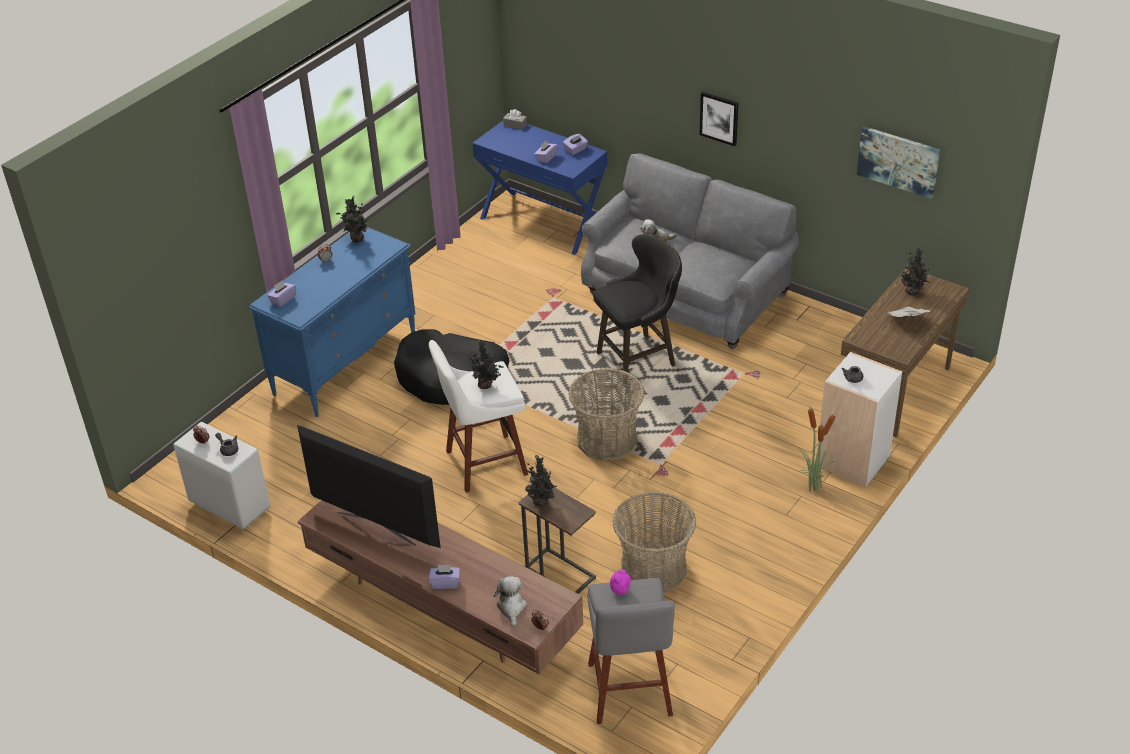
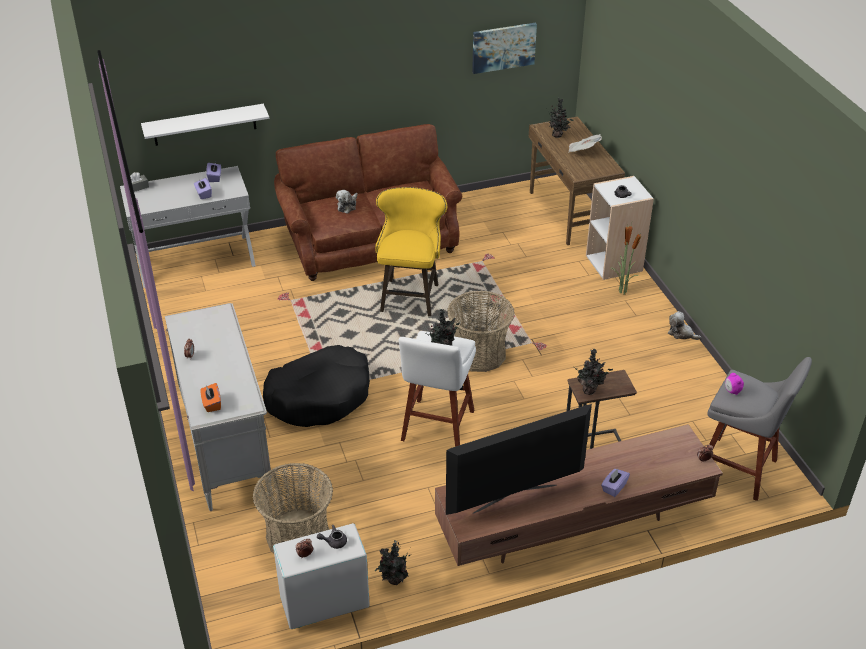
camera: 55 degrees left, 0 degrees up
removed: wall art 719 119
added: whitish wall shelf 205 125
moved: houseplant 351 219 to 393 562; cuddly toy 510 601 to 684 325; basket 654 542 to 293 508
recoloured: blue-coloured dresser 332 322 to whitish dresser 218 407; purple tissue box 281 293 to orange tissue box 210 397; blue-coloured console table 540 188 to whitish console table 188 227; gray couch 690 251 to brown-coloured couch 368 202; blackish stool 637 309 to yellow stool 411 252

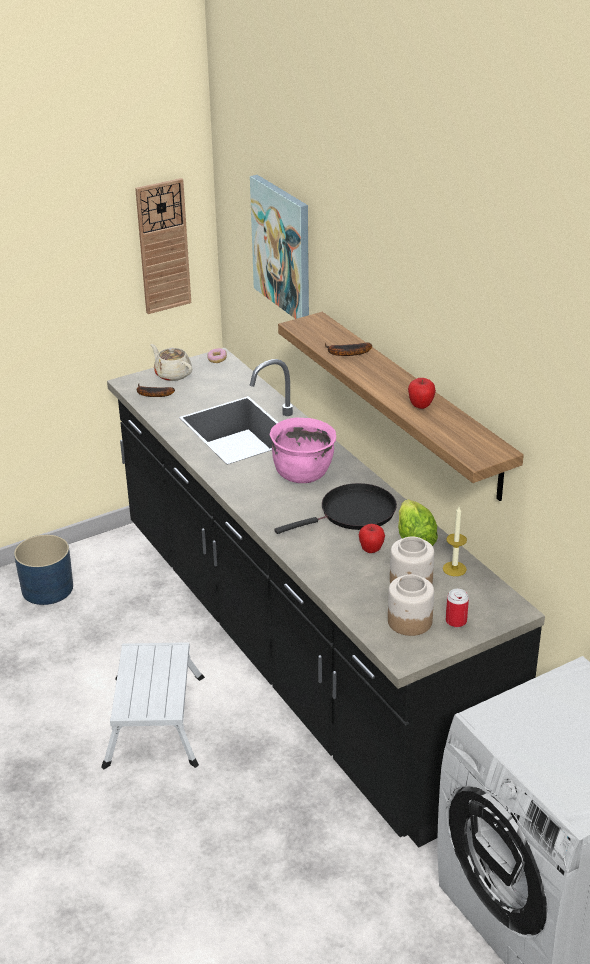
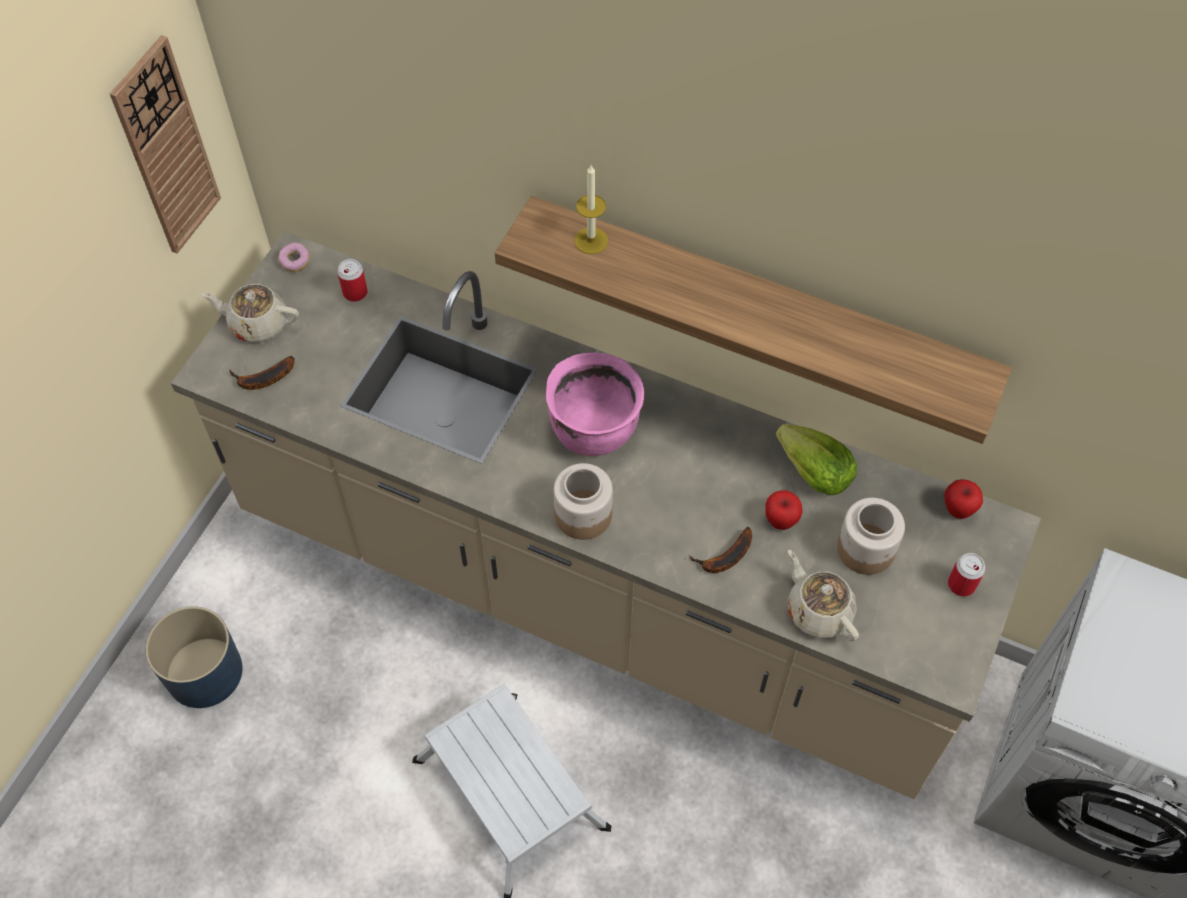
camera: 35 degrees left, 25 degrees up
removed: wall art 279 247; blackish pan 335 508
added: metal can 352 280; beige pot for tea 823 595
moved: banana fruit 348 349 to 720 550; jar 411 605 to 583 501; whole apple 422 393 to 963 499; candle 455 541 to 591 209
recoloured: blackish counter 326 597 to beige counter 606 515

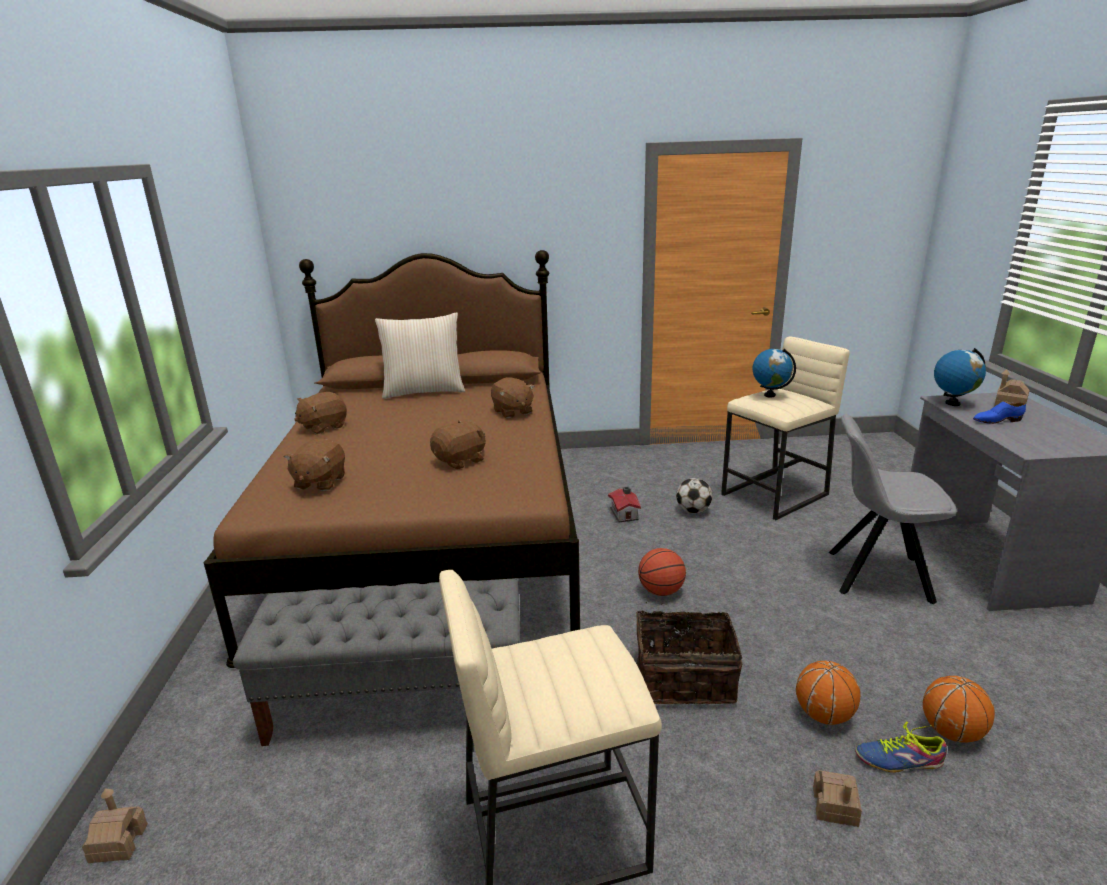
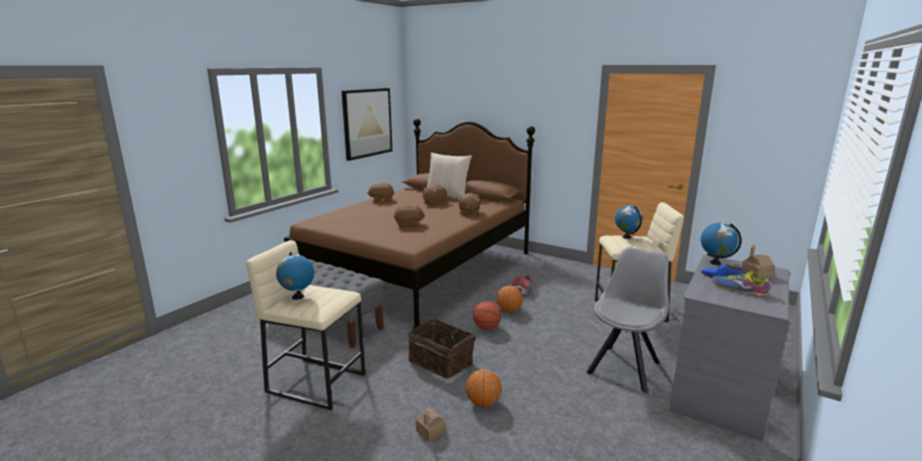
camera: 35 degrees right, 5 degrees down
removed: model house 115 825; football ball 694 495
added: desk globe 295 276; wall art 367 124
moved: brown-coloured cuddly toy 314 464 to 434 195; shoe 901 747 to 741 283; basketball ball 958 709 to 510 298
turned: gray upright chair 893 509 = 628 320 75 degrees clockwise

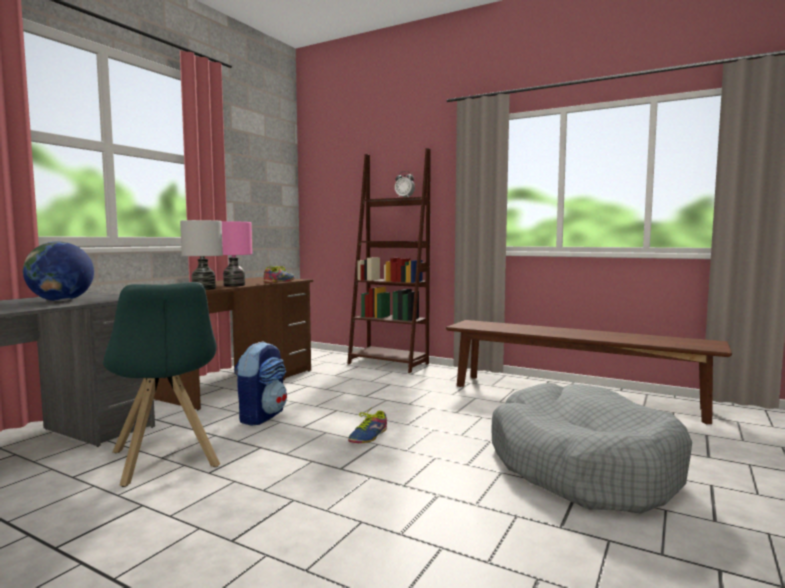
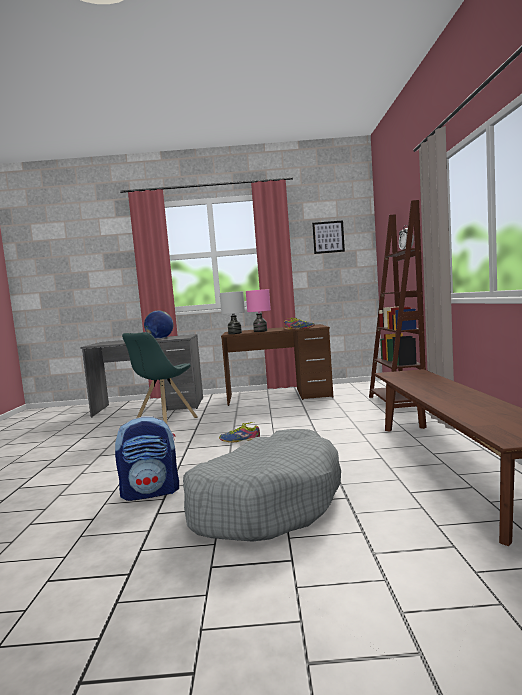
camera: 60 degrees right, 0 degrees up
added: wall art 328 237
moved: knapsack 260 383 to 147 458

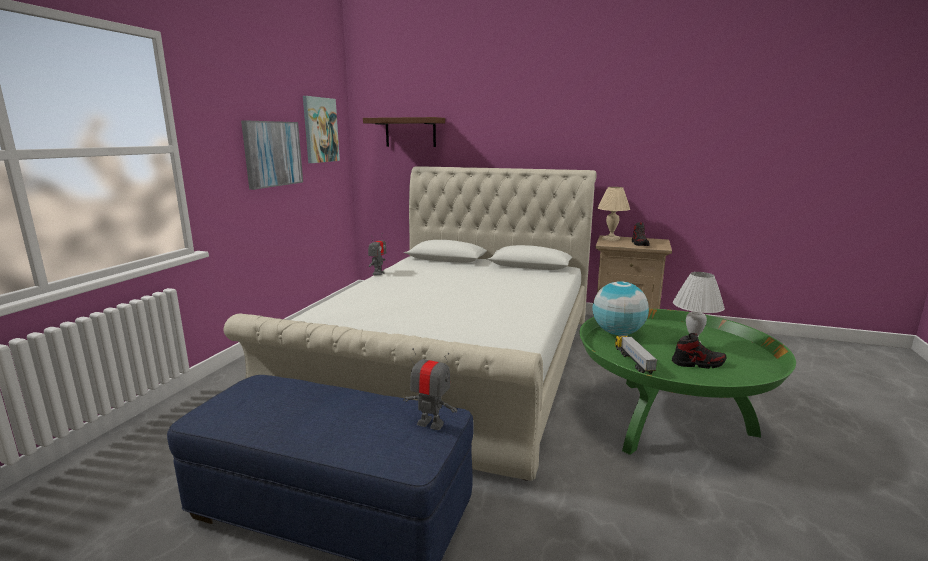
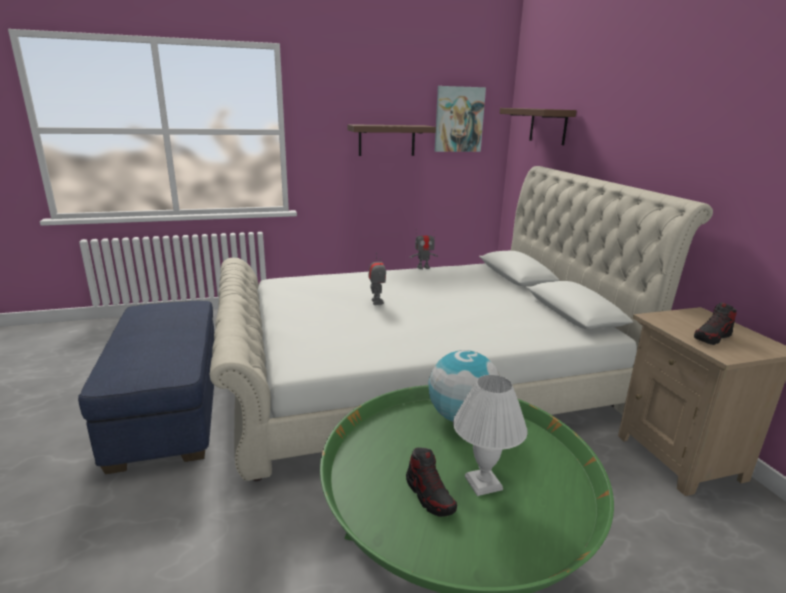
camera: 55 degrees right, 5 degrees up
removed: beige table lamp 614 214; toy lorry 636 354
moved: robot figure 430 389 to 377 278
replaced: wall art 272 155 to brown-coloured wall shelf 392 140

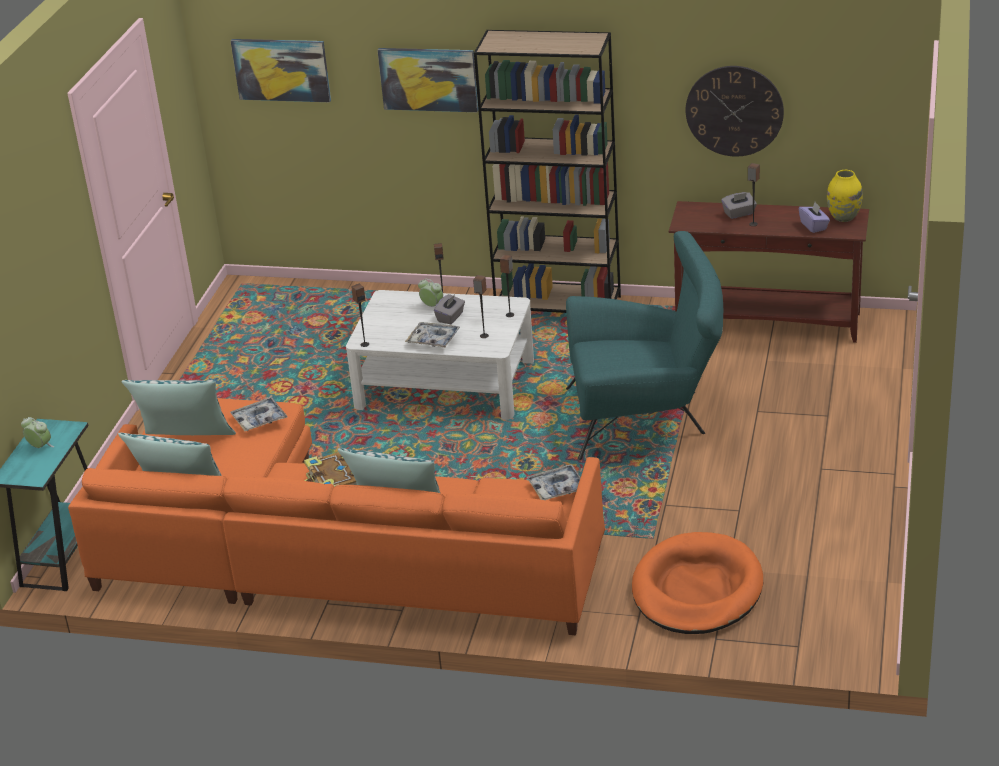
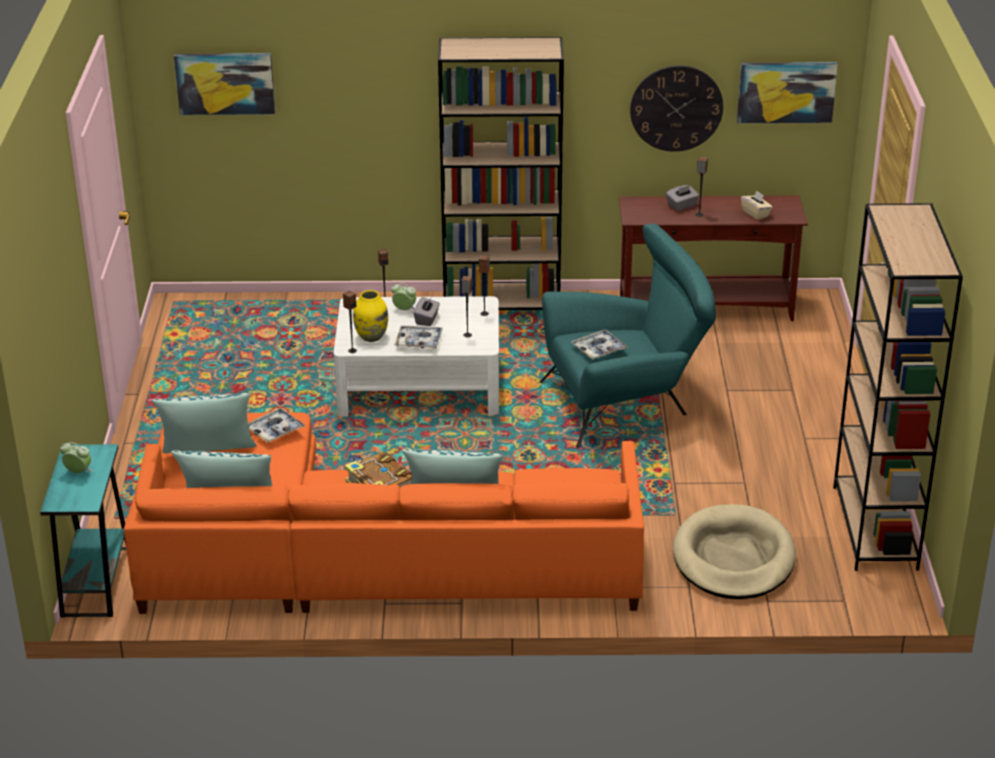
camera: 15 degrees left, 0 degrees up
added: beige bookcase 898 387
moved: wall art 428 80 to 787 92; tray 554 482 to 599 344; yellow vase 845 196 to 370 316
recoloured: orange dog bed 697 583 to beige dog bed 734 551; purple tissue box 814 217 to beige tissue box 757 205

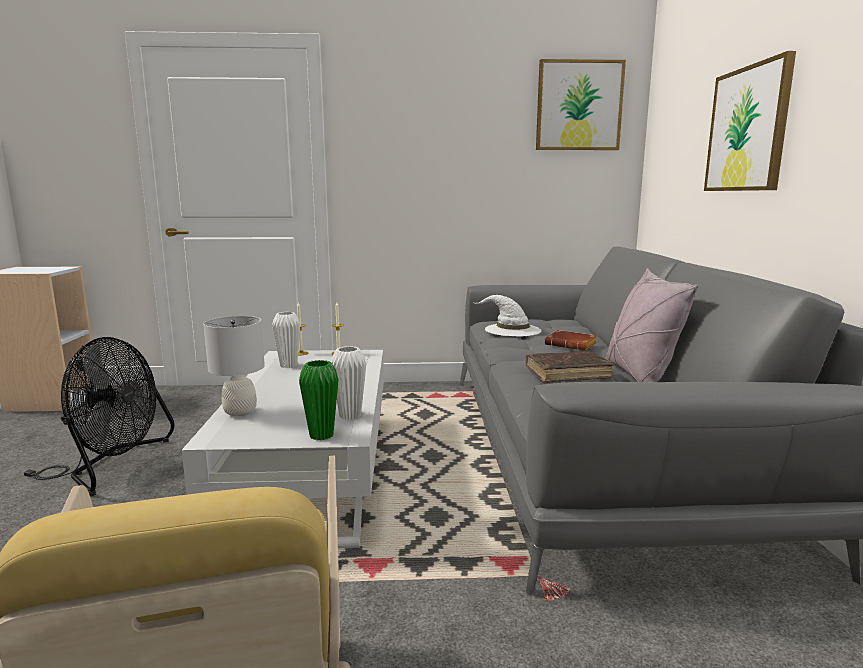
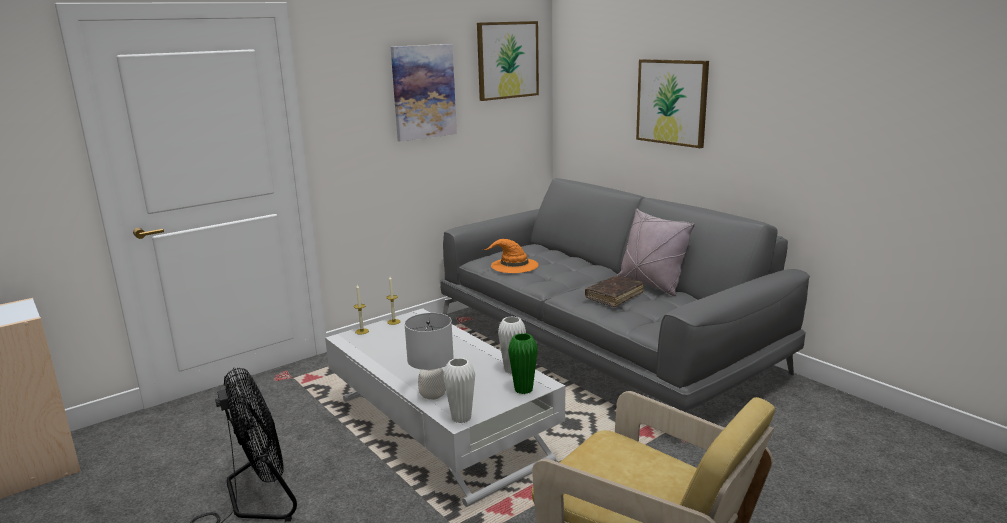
camera: 35 degrees left, 5 degrees up
removed: brown-coloured volume 571 340
added: wall art 424 93
moved: whitish vase 286 340 to 459 390
recoloured: whitish wearable hat 507 315 to orange wearable hat 510 256

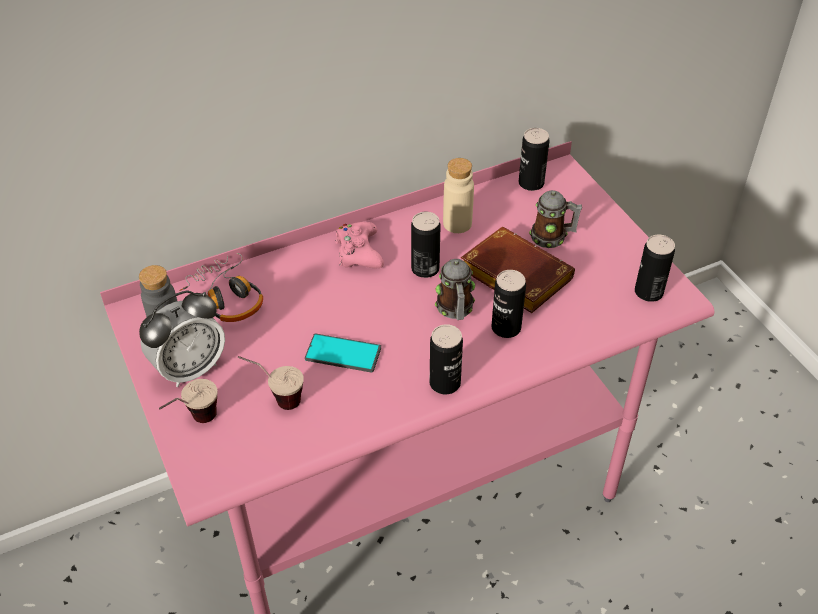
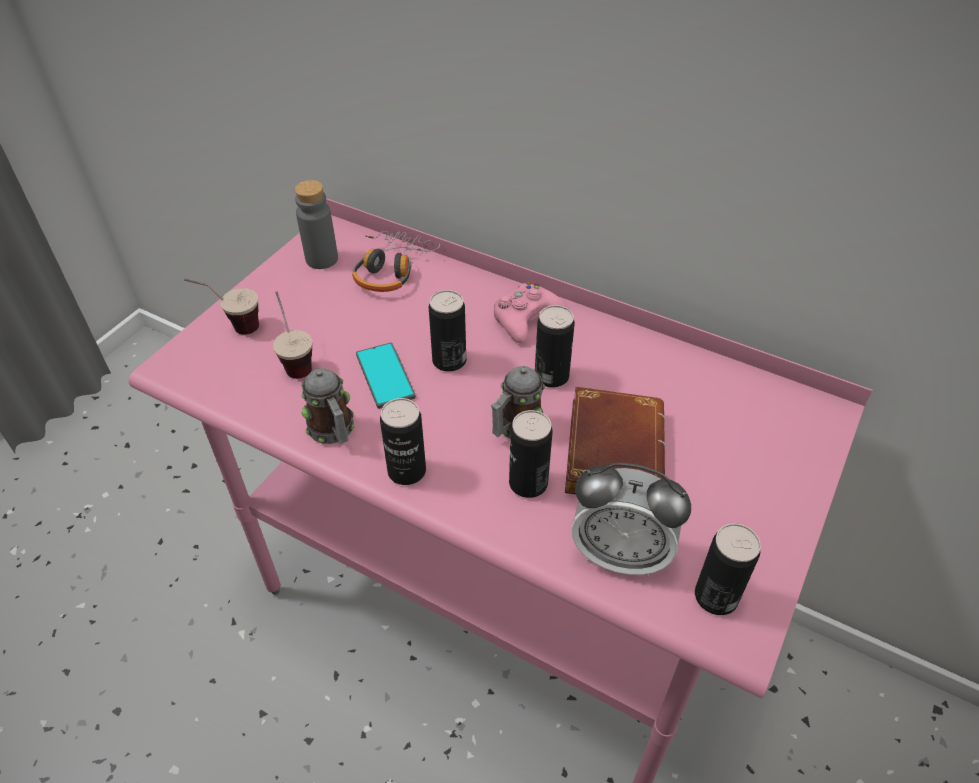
camera: 55 degrees right, 0 degrees up
removed: beige drink bottle 458 195
moved: alarm clock 182 338 to 631 519; metal can 534 159 to 447 331; tea mug 555 219 to 328 406

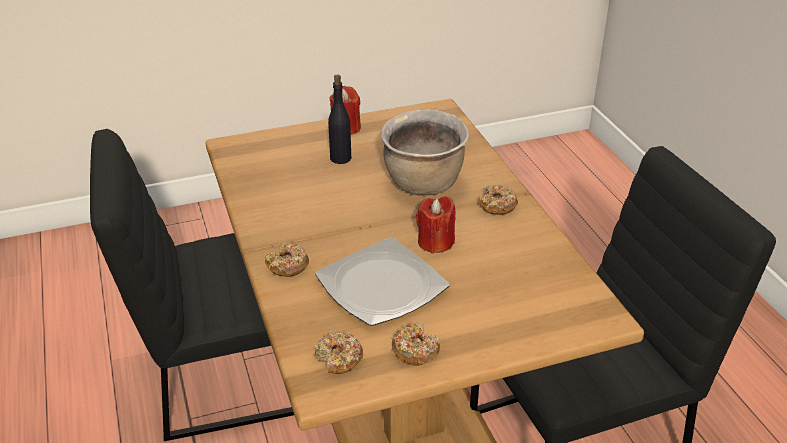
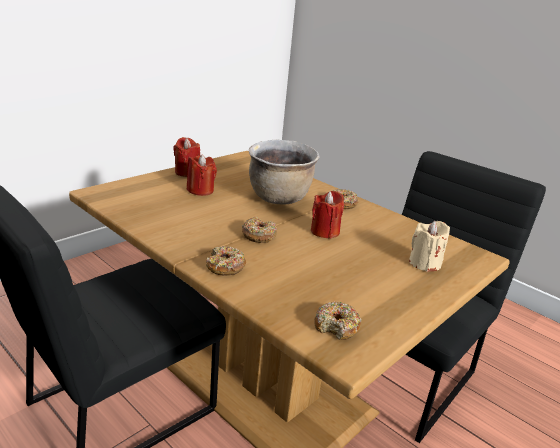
camera: 30 degrees left, 10 degrees down
removed: flat dish 382 282
added: beige candle 429 246
moved: doughnut 416 344 to 259 230
replaced: blackish drink bottle 339 119 to reddish candle 202 175

